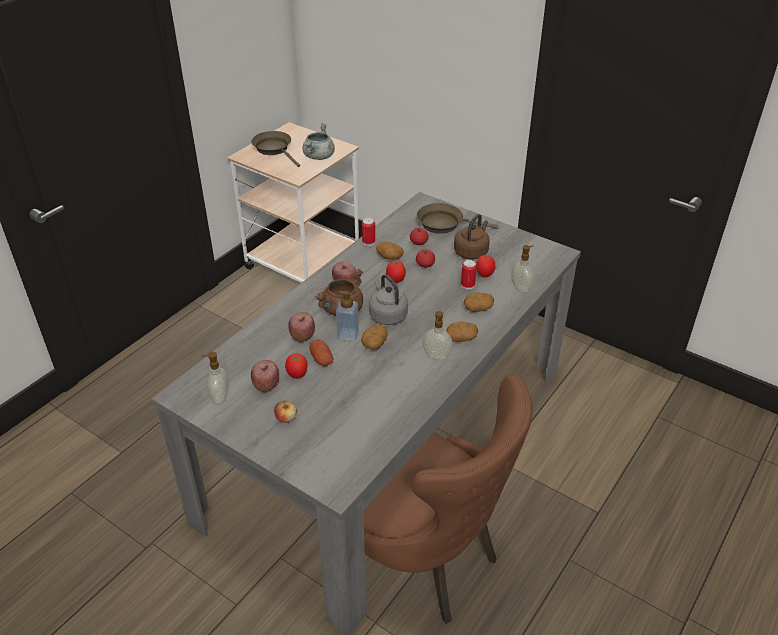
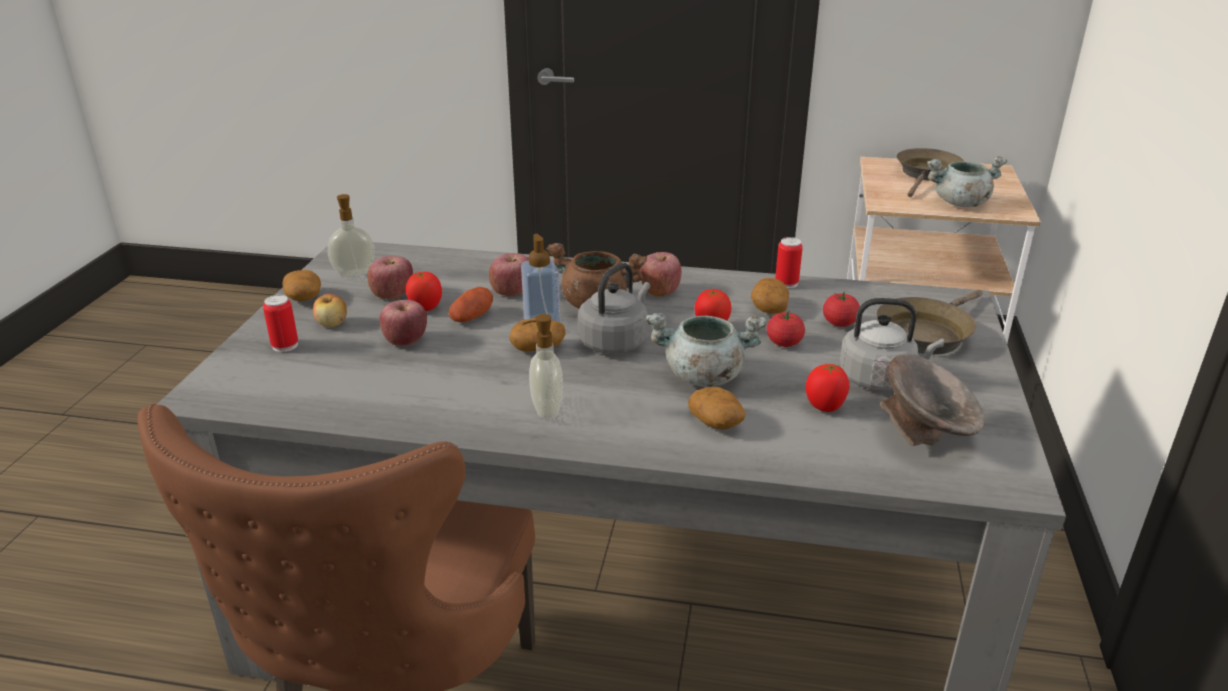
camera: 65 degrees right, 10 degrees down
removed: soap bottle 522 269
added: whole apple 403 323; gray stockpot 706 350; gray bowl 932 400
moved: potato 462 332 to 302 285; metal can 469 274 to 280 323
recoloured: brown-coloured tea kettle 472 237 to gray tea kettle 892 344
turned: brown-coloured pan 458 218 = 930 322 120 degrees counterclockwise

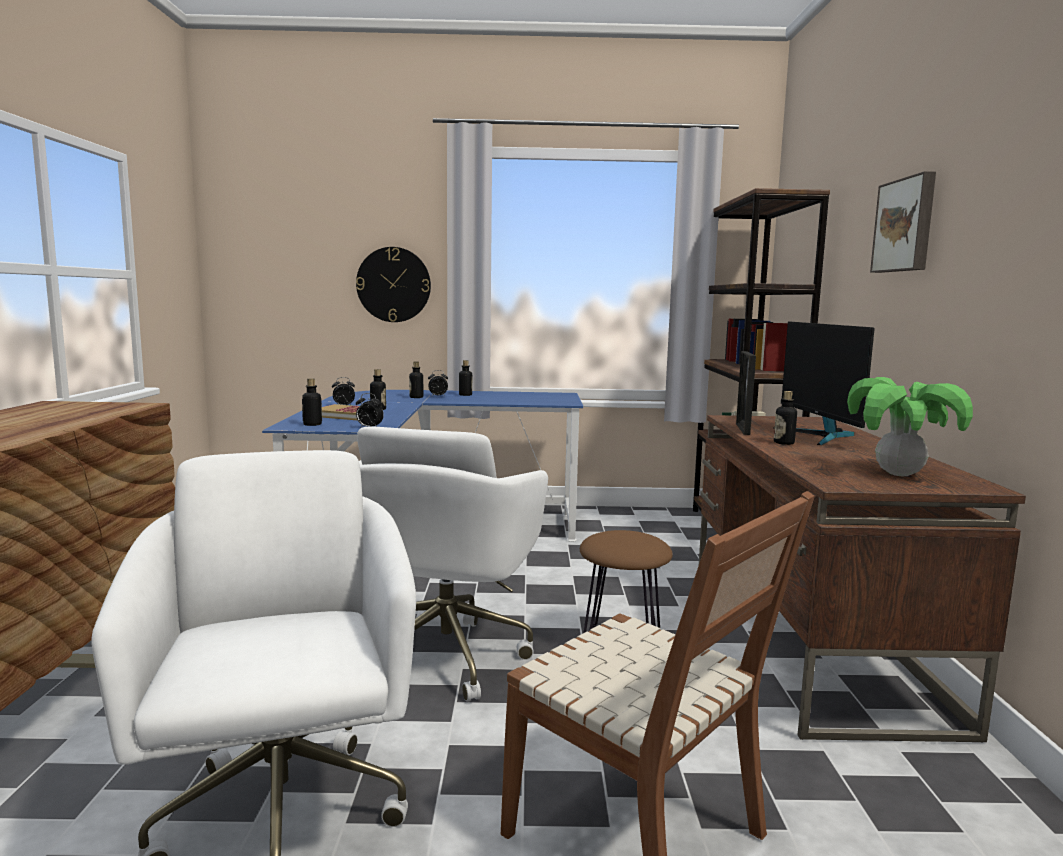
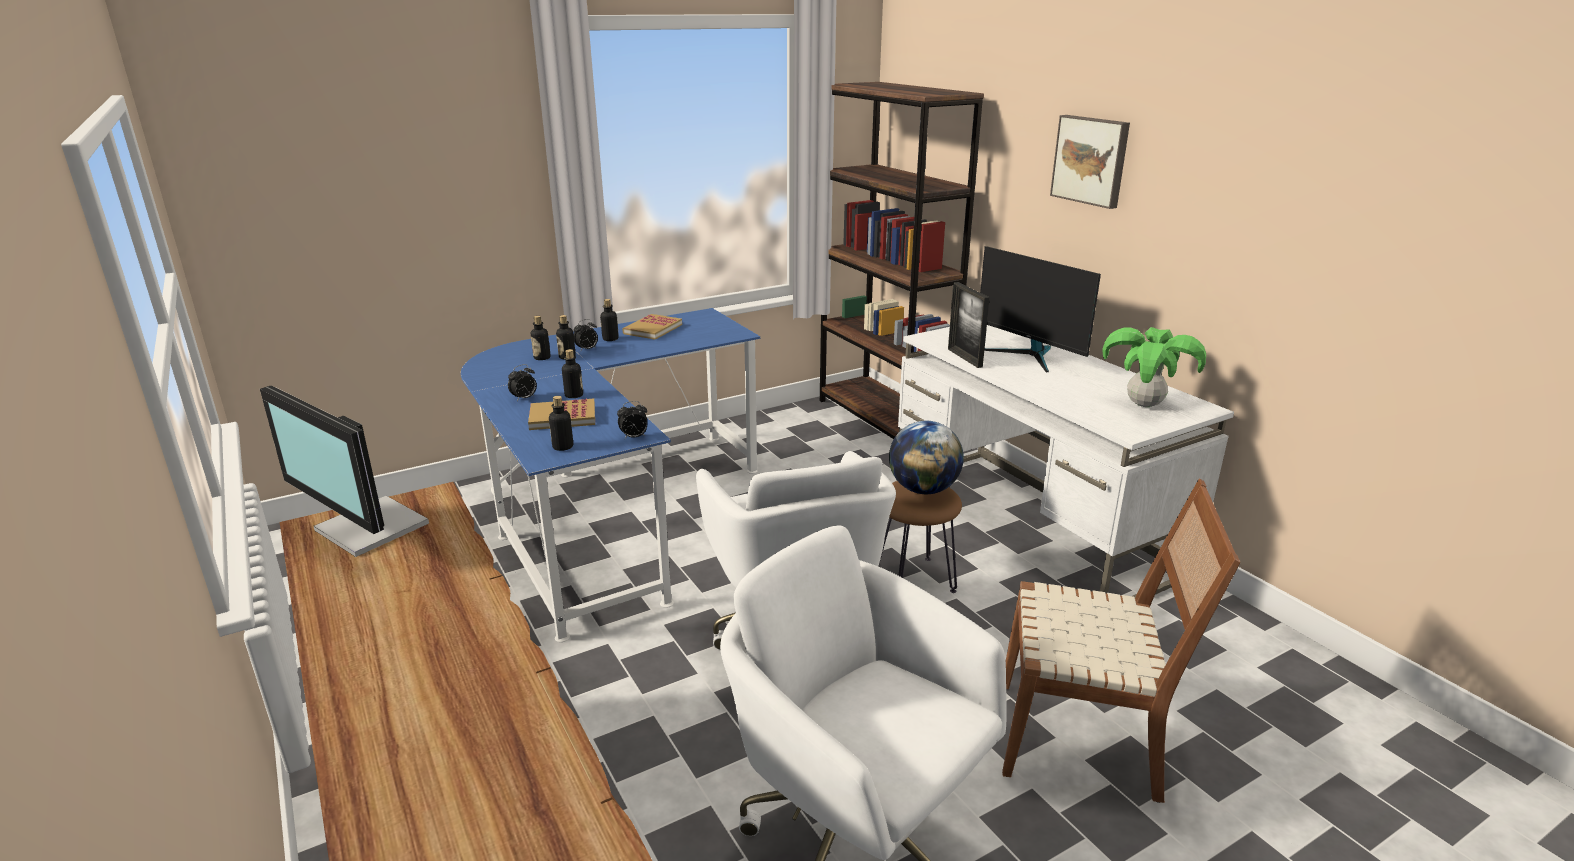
camera: 30 degrees left, 15 degrees up
removed: clock on the wall 393 284
added: computer display 344 471; volume 652 327; desk globe 926 457
moved: drink bottle 785 418 to 541 338
recoloured: brown-coloured desk unit 862 578 to whitish desk unit 1066 461

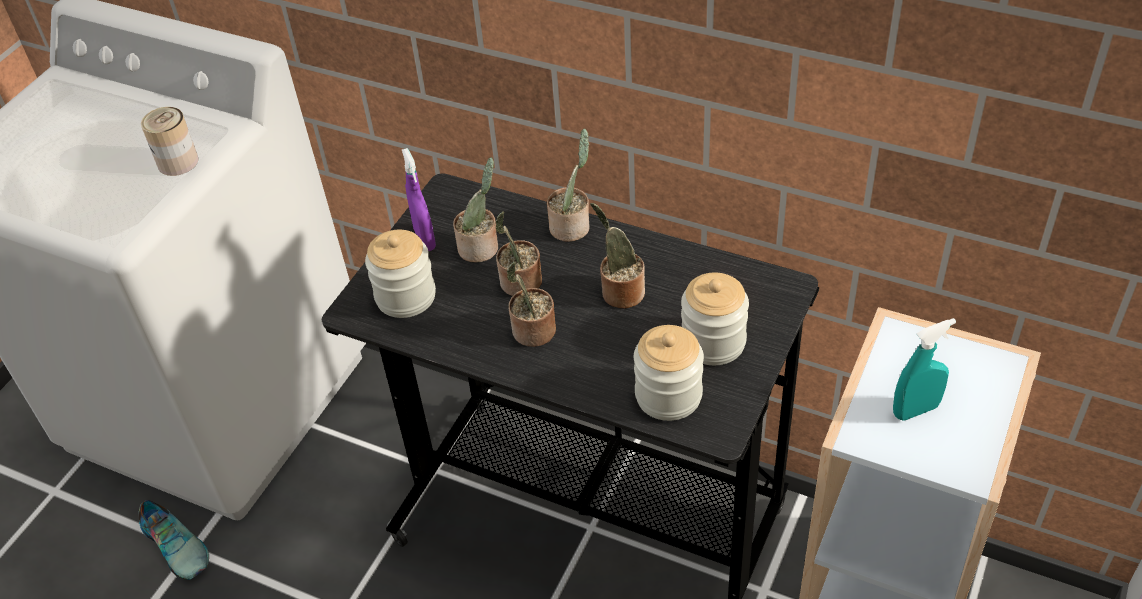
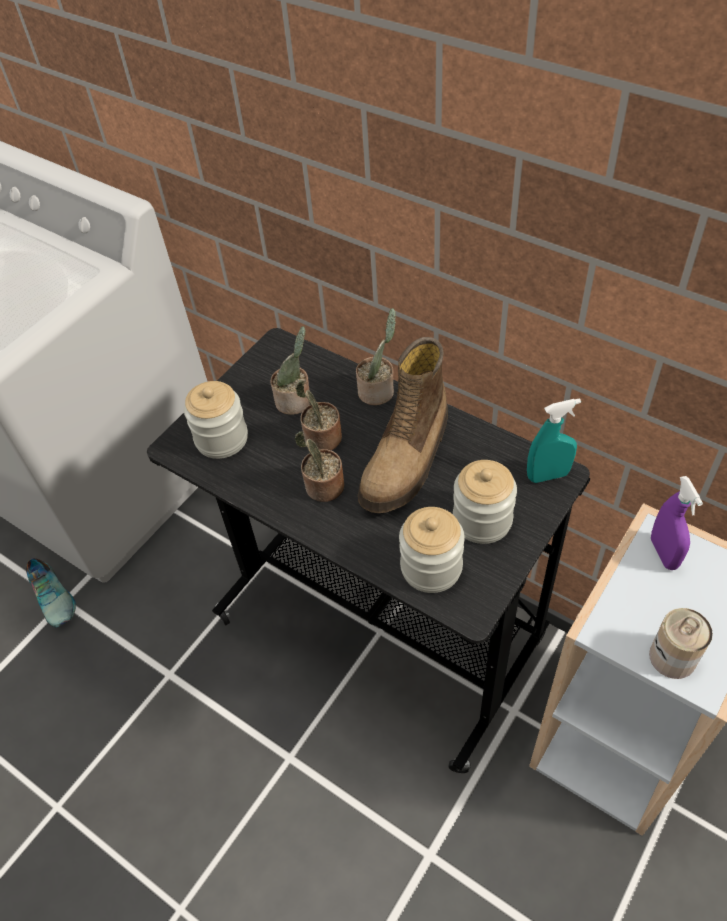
camera: 10 degrees right, 5 degrees up
moved: metal can 169 141 to 681 643; purple hand sprayer 419 199 to 677 523; turquoise hand sprayer 924 369 to 554 440
replaced: houseplant 617 256 to high-top boot 403 425

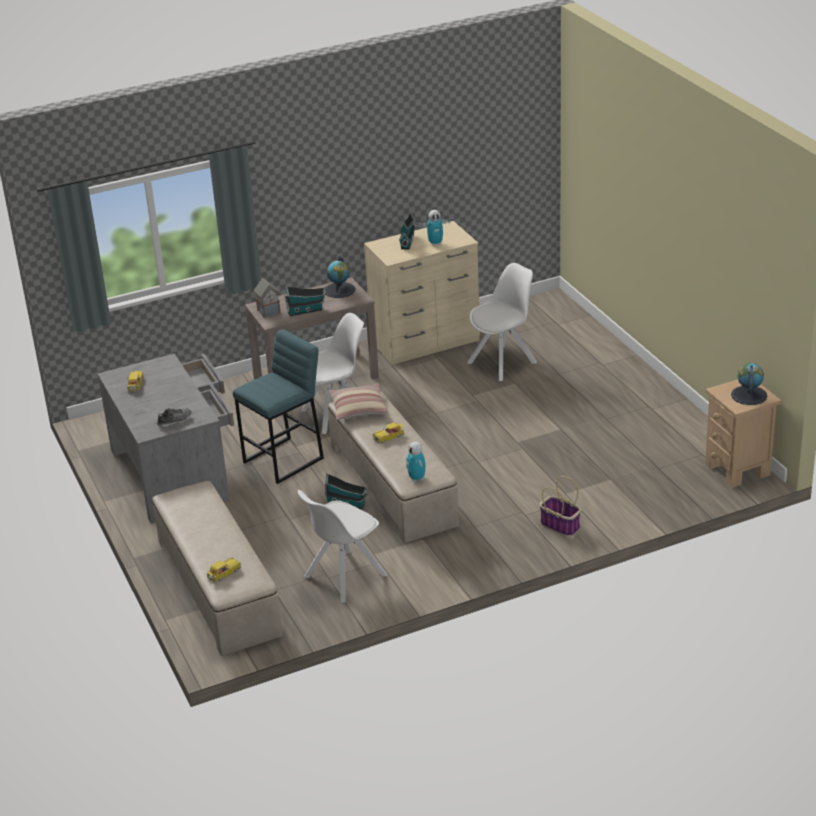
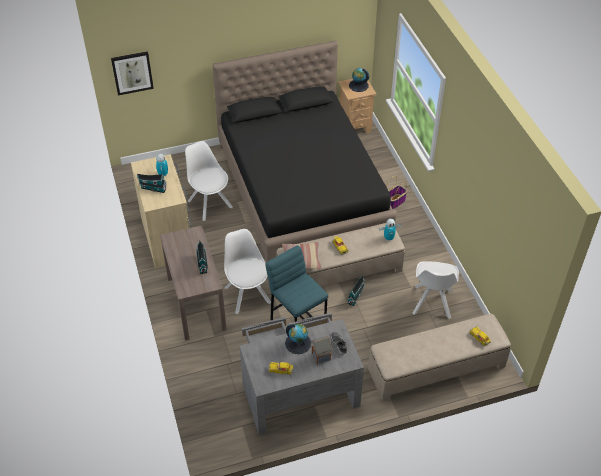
camera: 85 degrees left, 15 degrees up
added: wall art 132 73; blackish bed 305 151
moved: model house 267 297 to 322 350; desk globe 340 277 to 298 339
turned: whitish upright chair 342 546 = 436 290 45 degrees clockwise

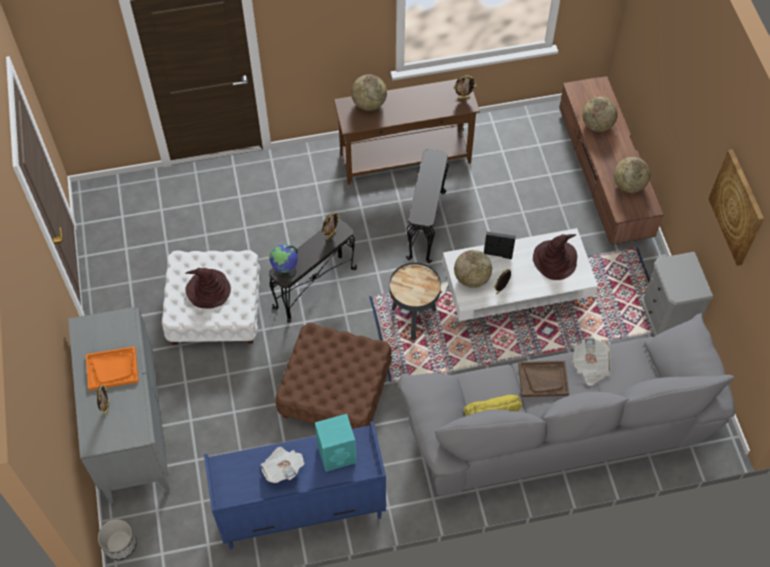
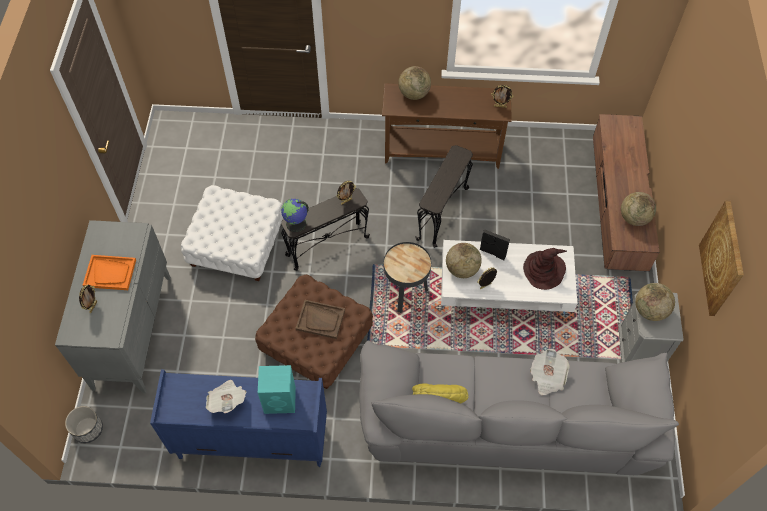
camera: 15 degrees right, 0 degrees up
removed: brown-coloured wearable hat 208 288
moved: brown-coloured tray 543 379 to 320 319; desk globe 600 114 to 655 302

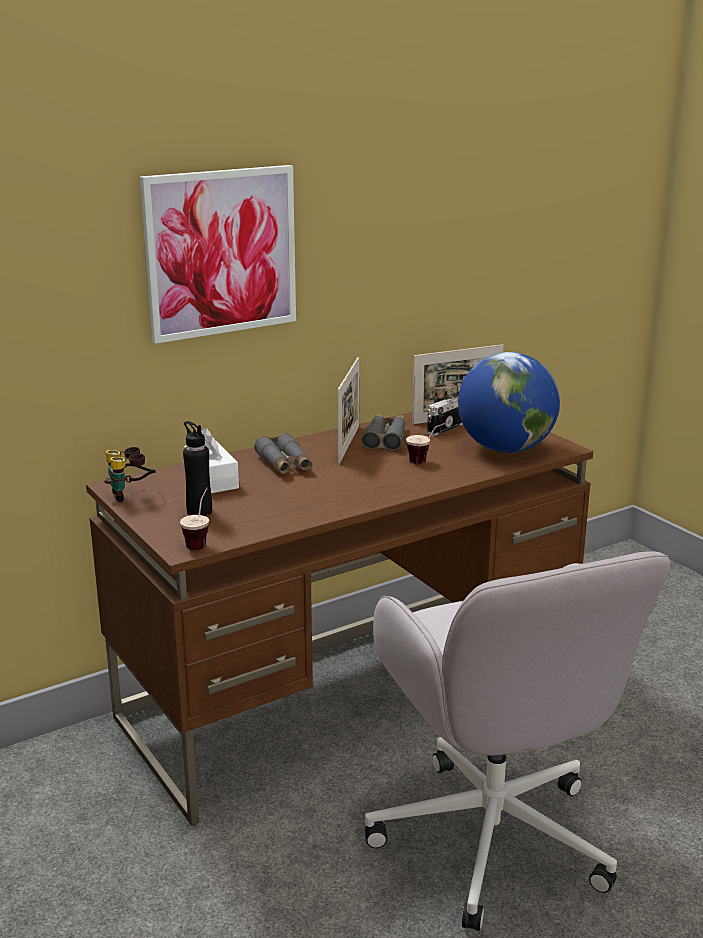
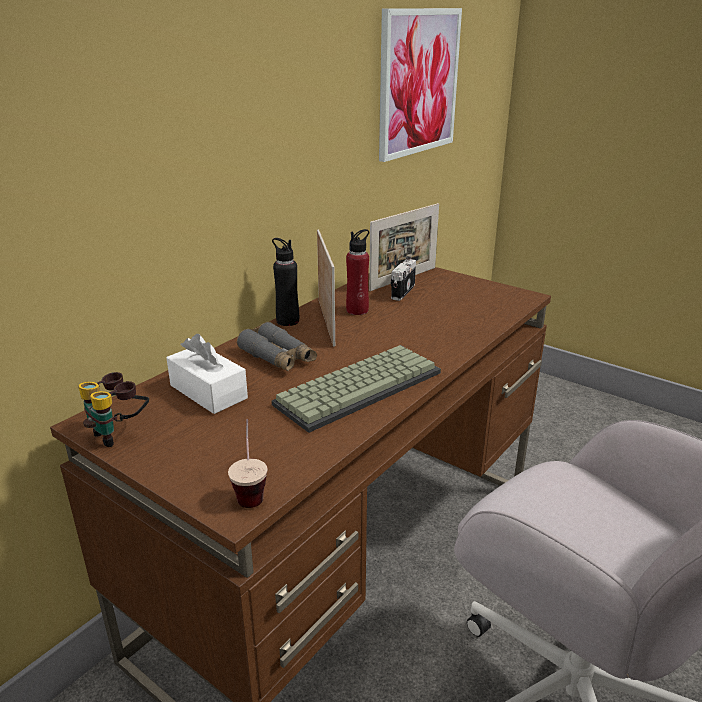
camera: 20 degrees left, 5 degrees up
removed: cup 428 442; desk globe 509 402
added: keyboard 356 389
moved: wall art 218 254 to 420 85; blackish drink bottle 197 468 to 285 282
replaced: gray field glasses 383 432 to reddish drink bottle 357 272

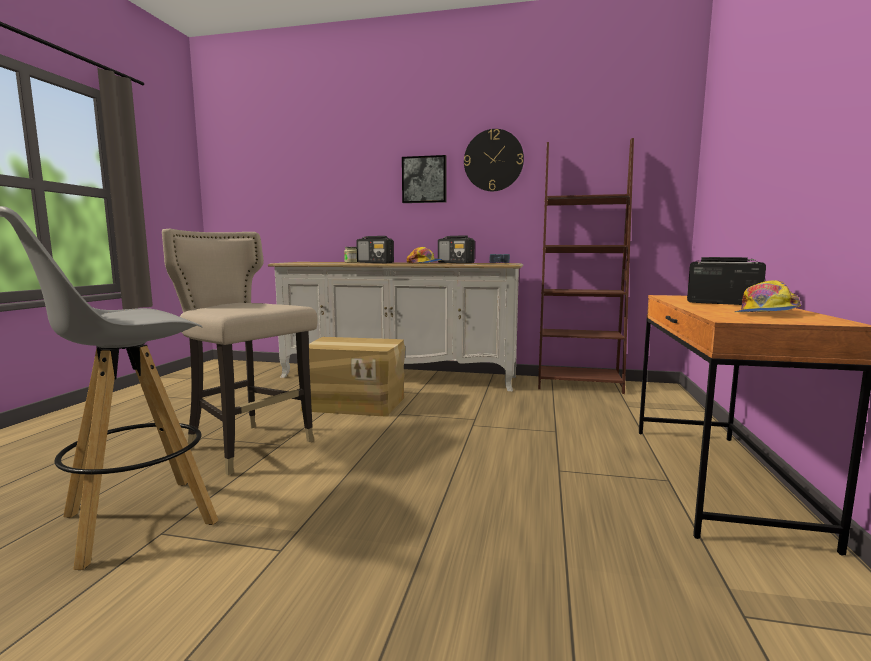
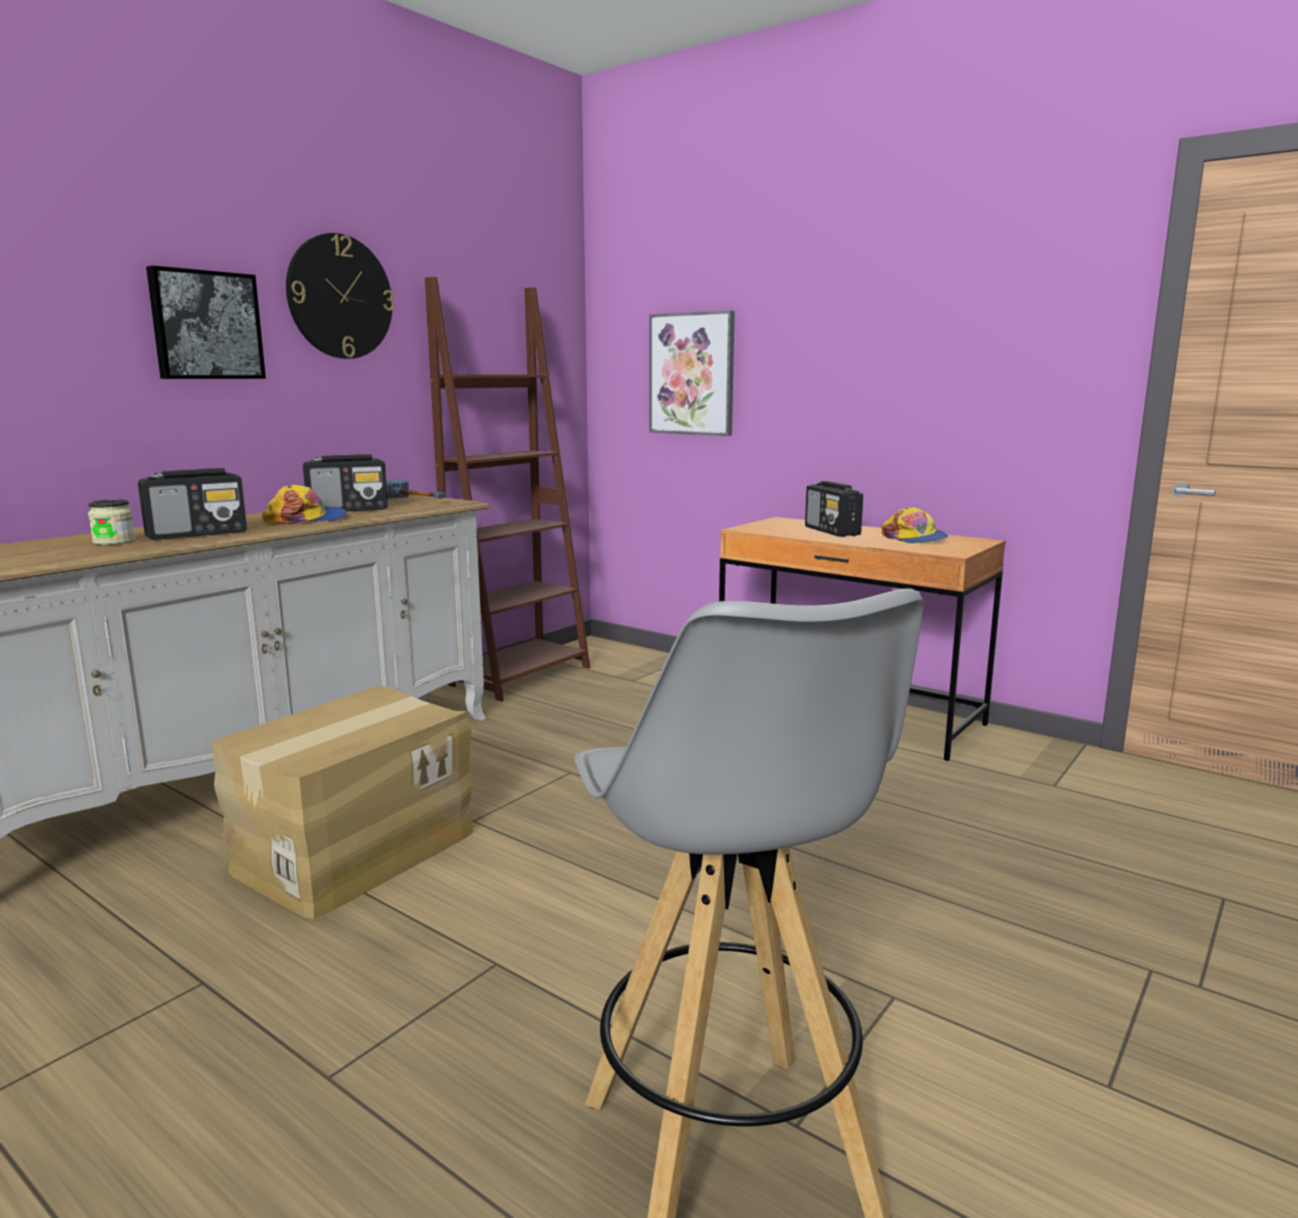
camera: 65 degrees left, 5 degrees up
removed: beige stool 240 352
added: wall art 692 373
turned: radio 726 281 = 834 509 75 degrees counterclockwise

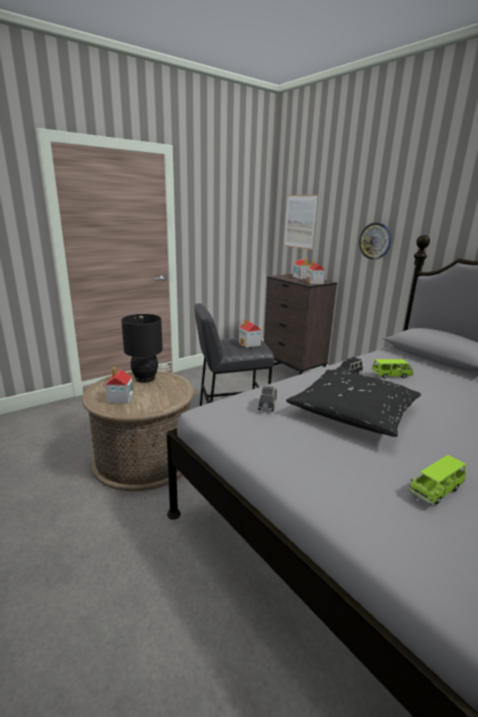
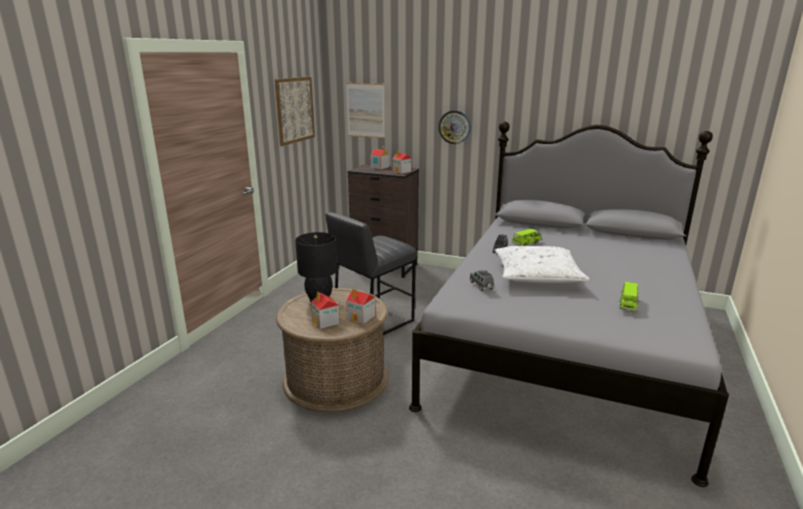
camera: 30 degrees left, 0 degrees up
added: wall art 295 111
moved: model house 250 333 to 360 306
recoloured: blackish pillow 353 403 to whitish pillow 542 264

